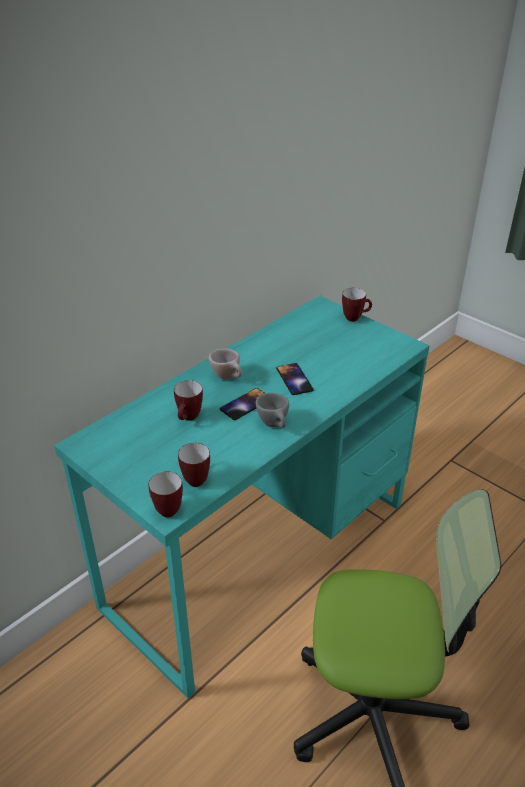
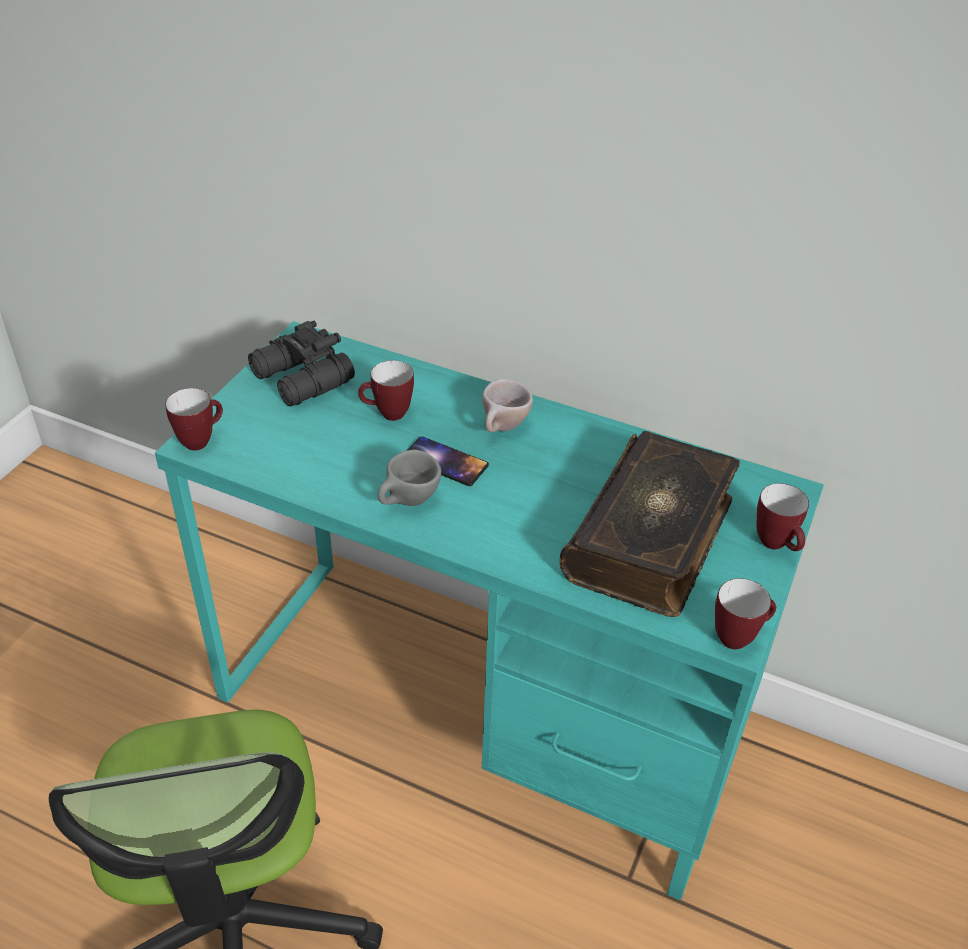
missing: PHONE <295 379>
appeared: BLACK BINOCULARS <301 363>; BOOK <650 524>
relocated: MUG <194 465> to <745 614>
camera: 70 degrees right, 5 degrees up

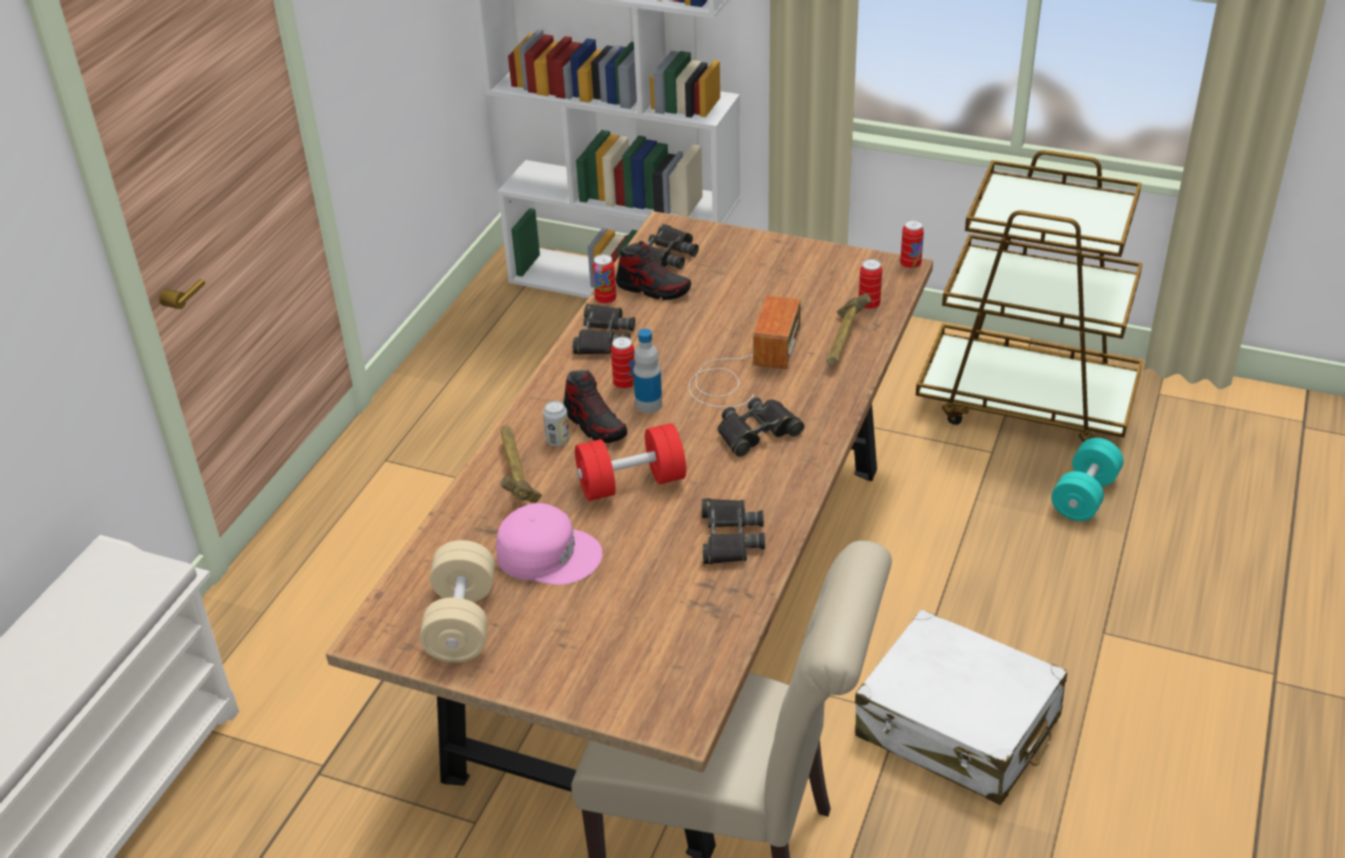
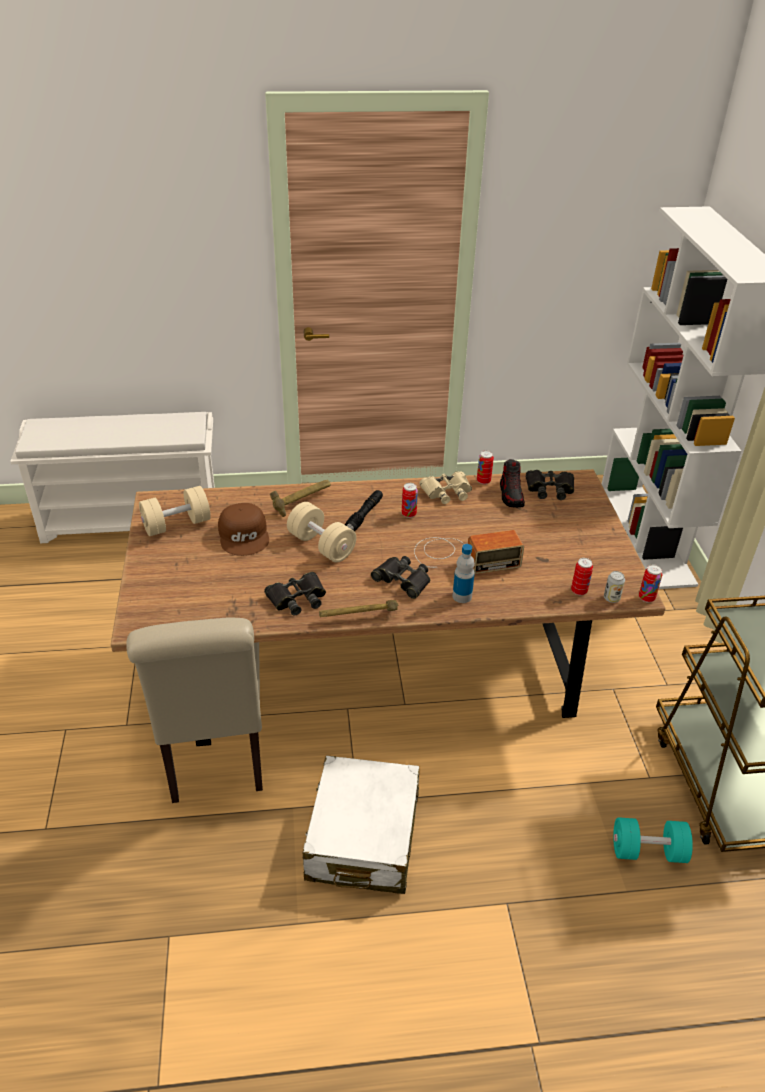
relocated: CAN <556 423> to <614 587>; BOTTLE <647 371> to <464 573>; HAMMER <848 329> to <358 608>
exchanged: SHOE <595 406> to BLACK FLASHLIGHT <364 511>
colour: PINK CAP <549 544> to BROWN CAP <243 529>; BLACK BINOCULARS <603 329> to BEIGE BINOCULARS <445 487>; RED DUMBBELL <630 462> to BEIGE DUMBBELL <321 532>
camera: 60 degrees right, 0 degrees up

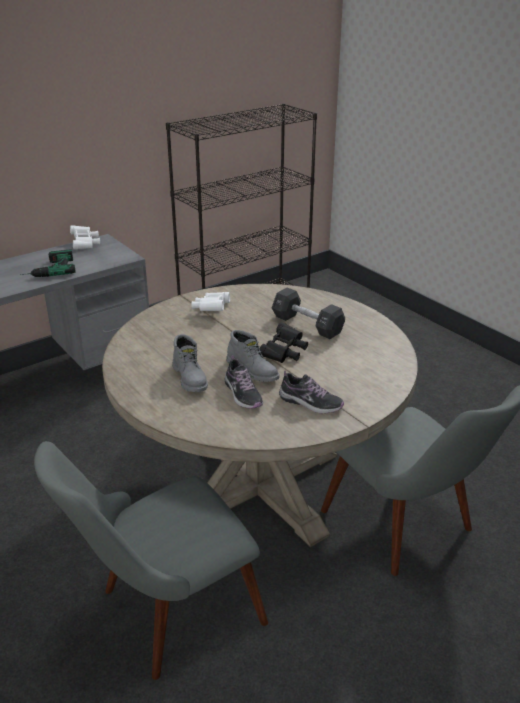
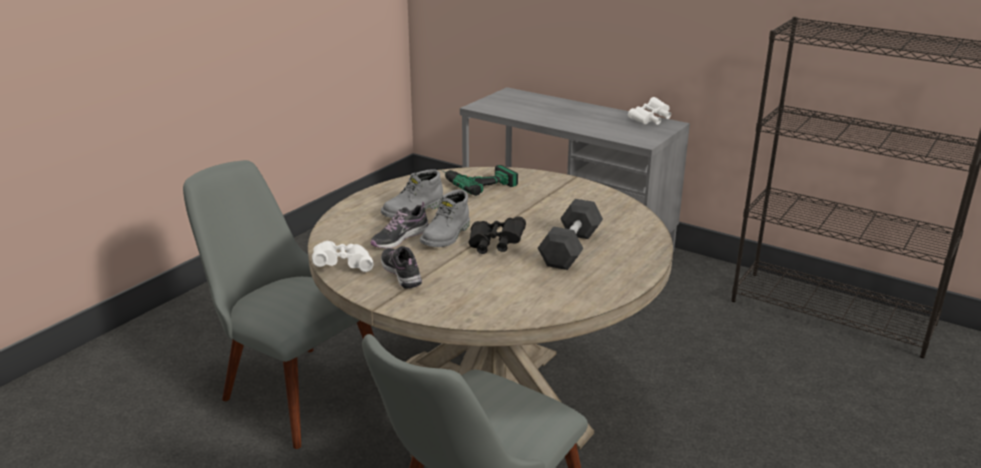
relocated: POWER DRILL <48 263> to <479 180>; WHITE BINOCULARS <210 301> to <342 256>
spun: SHOE <311 391> = <401 267> 150 degrees clockwise
camera: 70 degrees right, 5 degrees down

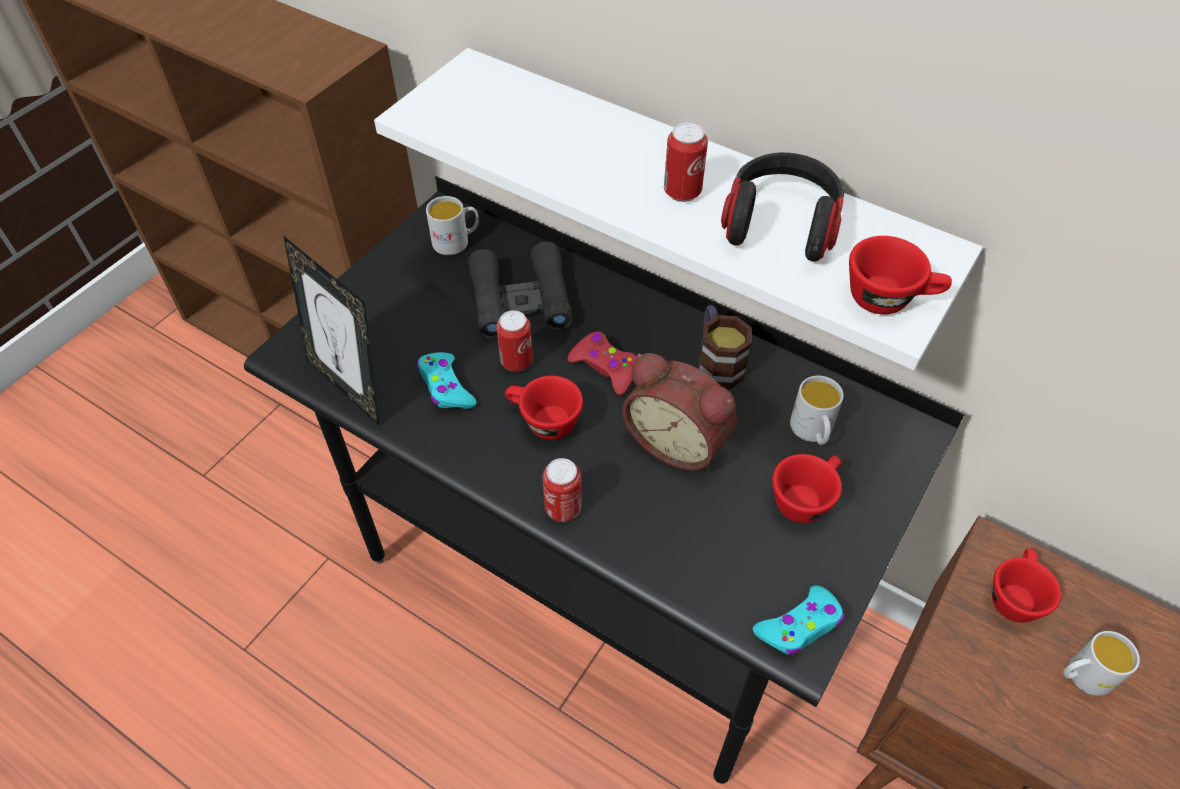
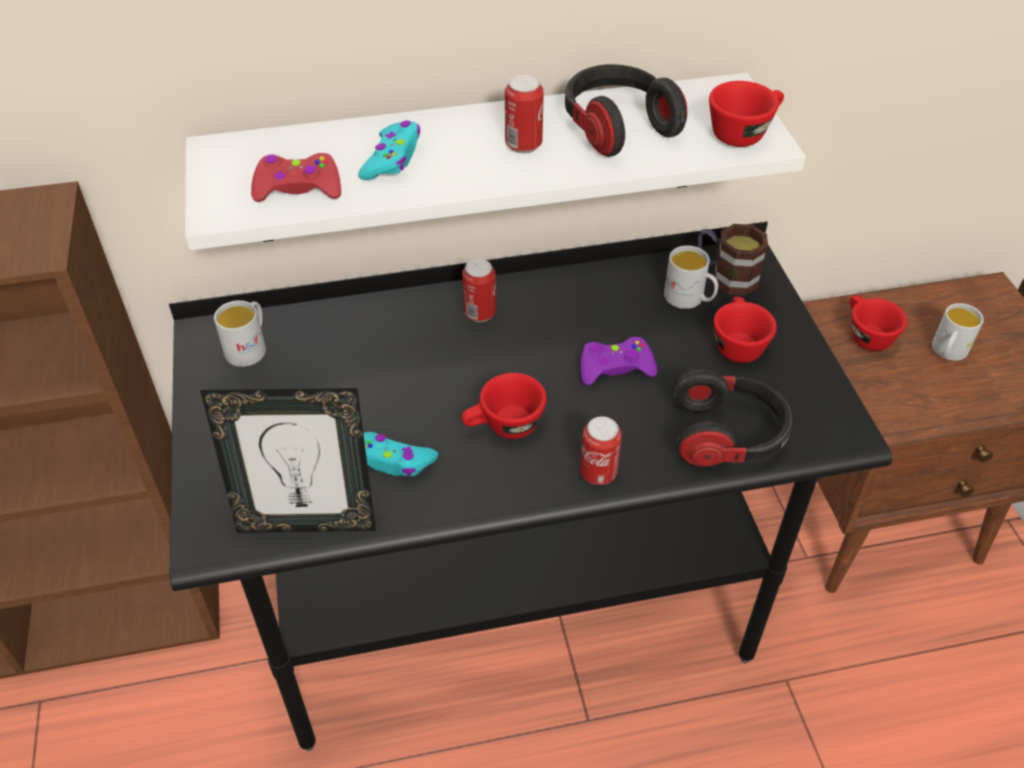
missing: BLACK BINOCULARS <520 290>
appeared: HEADPHONES <732 417>
relocated: CAN <514 340> to <479 290>; RED GAME CONTROLLER <602 364> to <296 177>; MUG <725 347> to <732 259>; TURQUOISE GAME CONTROLLER <798 620> to <389 150>
exchanged: ALARM CLOCK <679 411> to PURPLE GAME CONTROLLER <619 361>
camera: 45 degrees left, 5 degrees down

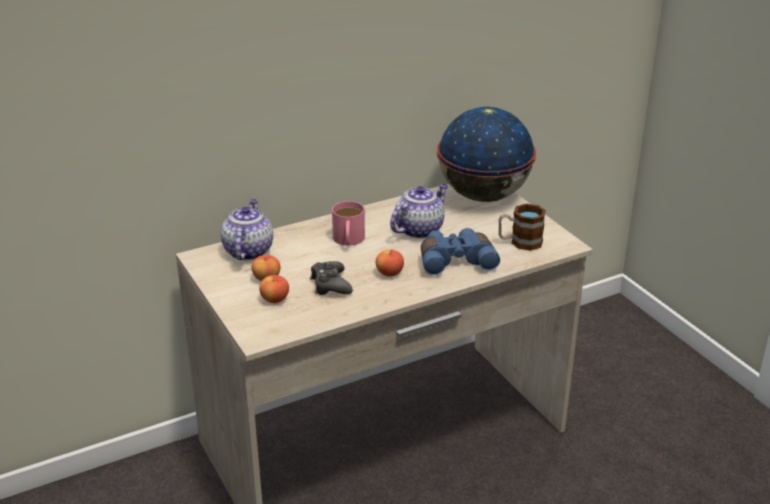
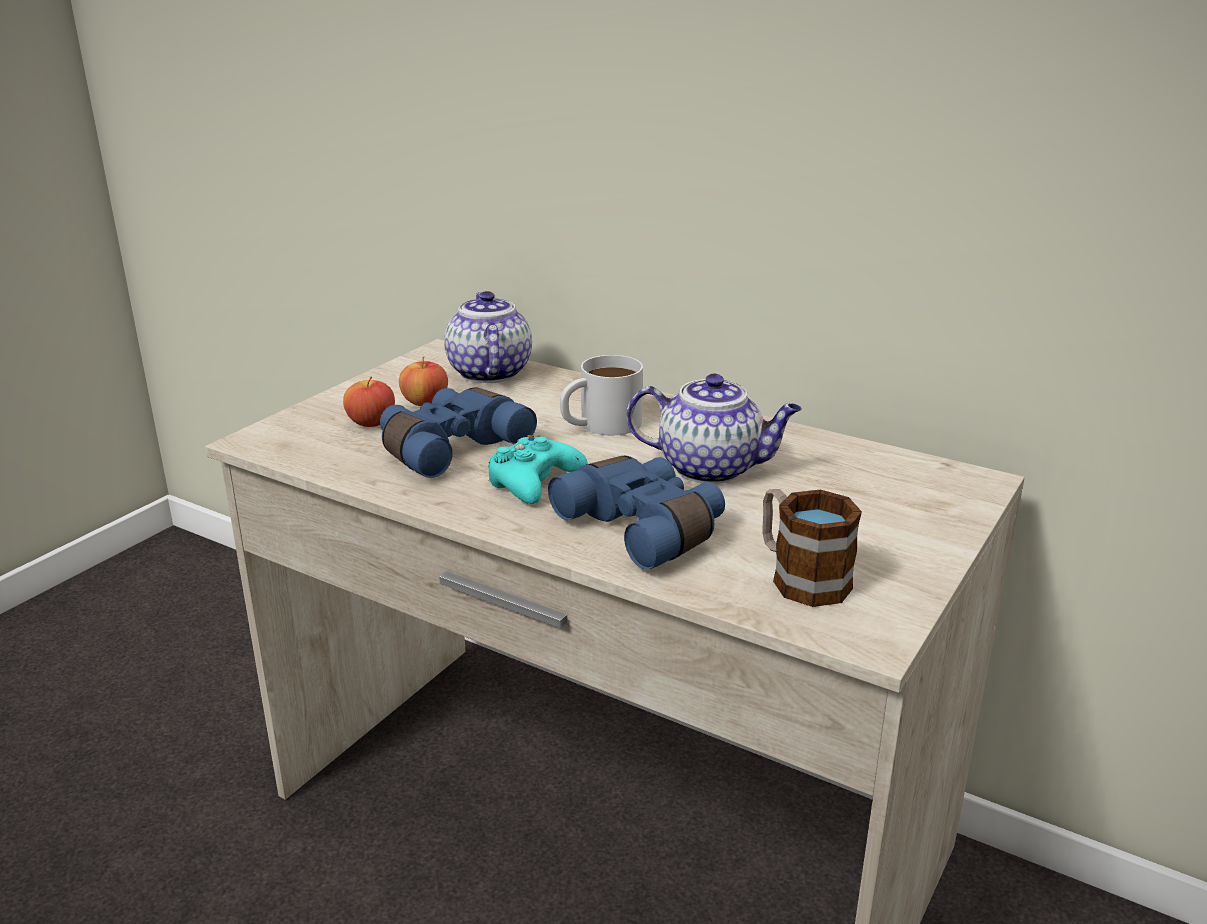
missing: GLOBE <486 154>
exchanged: BLACK GAME CONTROLLER <331 278> to BLUE BINOCULARS <458 433>; APPLE <390 263> to TURQUOISE GAME CONTROLLER <538 469>
colour: PINK MUG <348 223> to WHITE MUG <601 395>
spun: TEAPOT <247 229> = <488 337> 75 degrees counterclockwise
camera: 60 degrees right, 5 degrees down

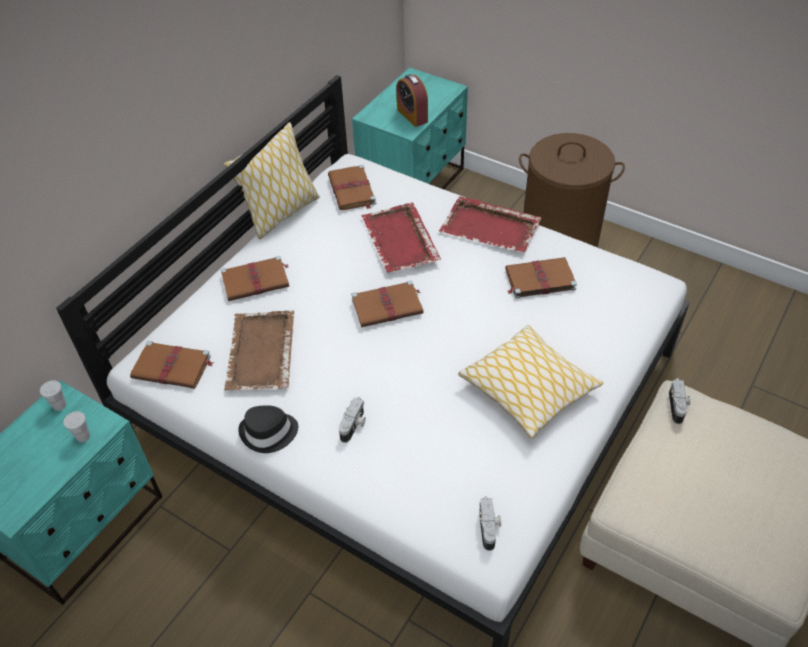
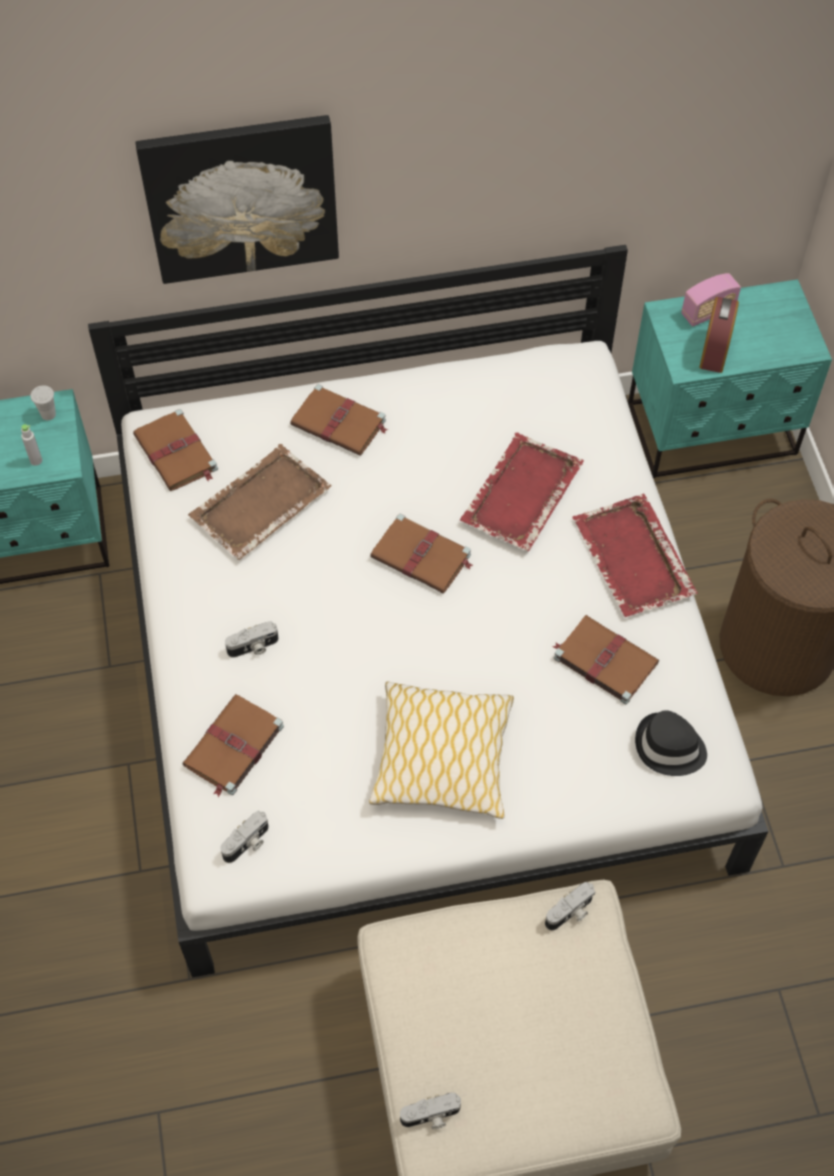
missing: PILLOW <272 180>
appeared: PICTURE <237 199>; PHOTO CAMERA <430 1111>; RADIO <711 300>
relocated: BLACK HAT <268 429> to <671 743>; BROWN BOOK <352 187> to <233 745>
exchanged: WHITE CUP <76 426> to GREY BOTTLE <31 445>
camera: 45 degrees right, 10 degrees up

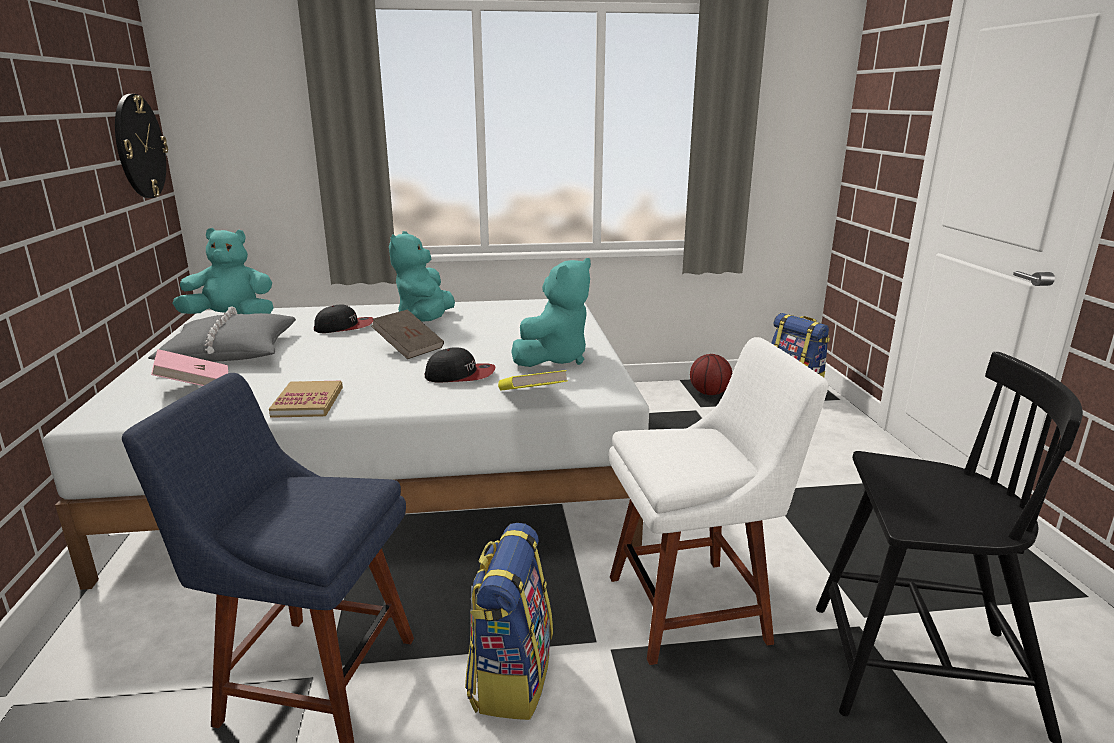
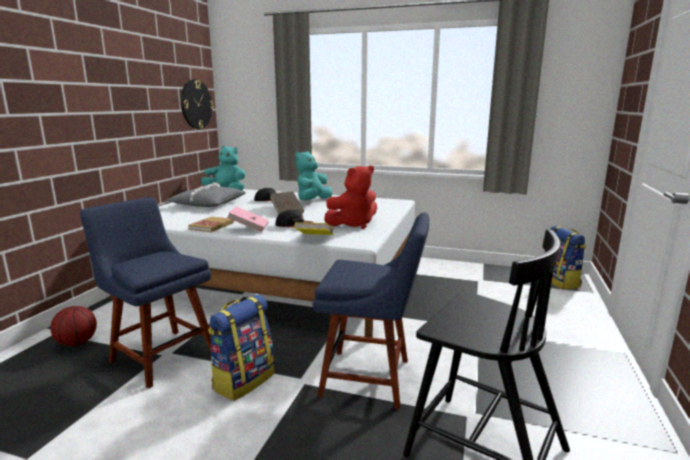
relocated: PINK BOOK <189 367> to <248 219>; BASKETBALL <711 374> to <73 326>
colour: TURQUOISE PLUSH TOY <551 312> to RED PLUSH TOY <350 197>; WHITE CHAIR <719 501> to BLUE CHAIR <371 310>
camera: 25 degrees right, 5 degrees down

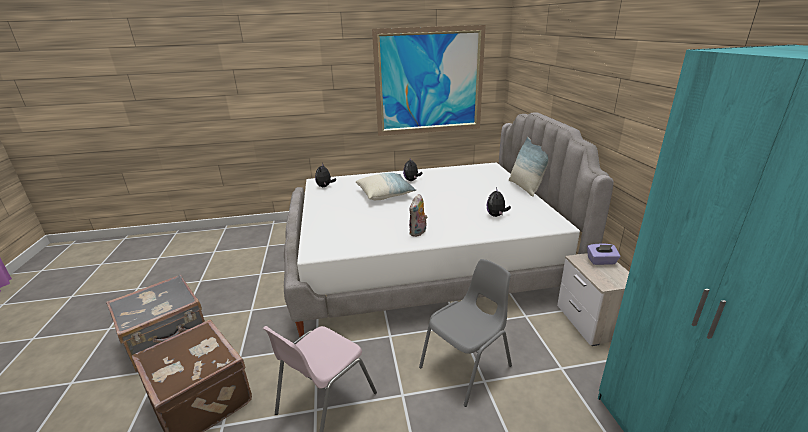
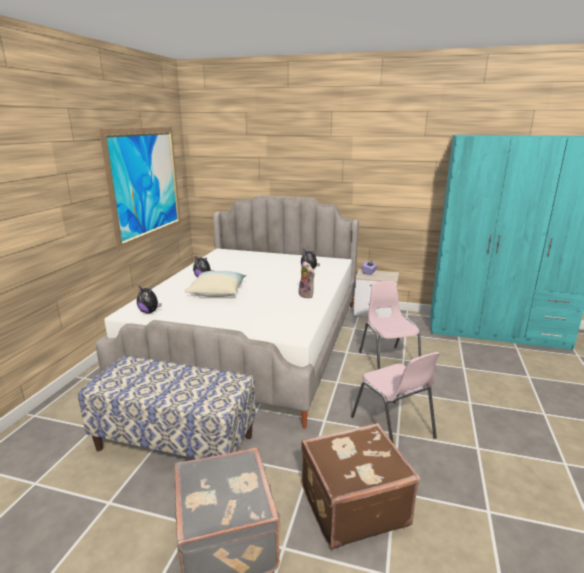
missing: PILLOW <529 167>
appeared: BENCH <167 407>
colour: GREY CHAIR <465 333> to PINK CHAIR <390 325>
camera: 65 degrees left, 5 degrees down

